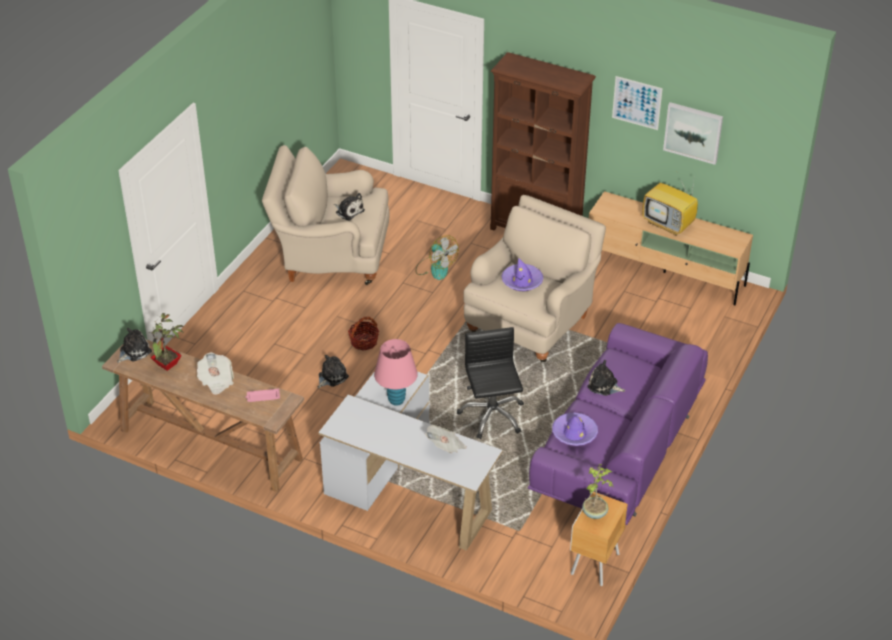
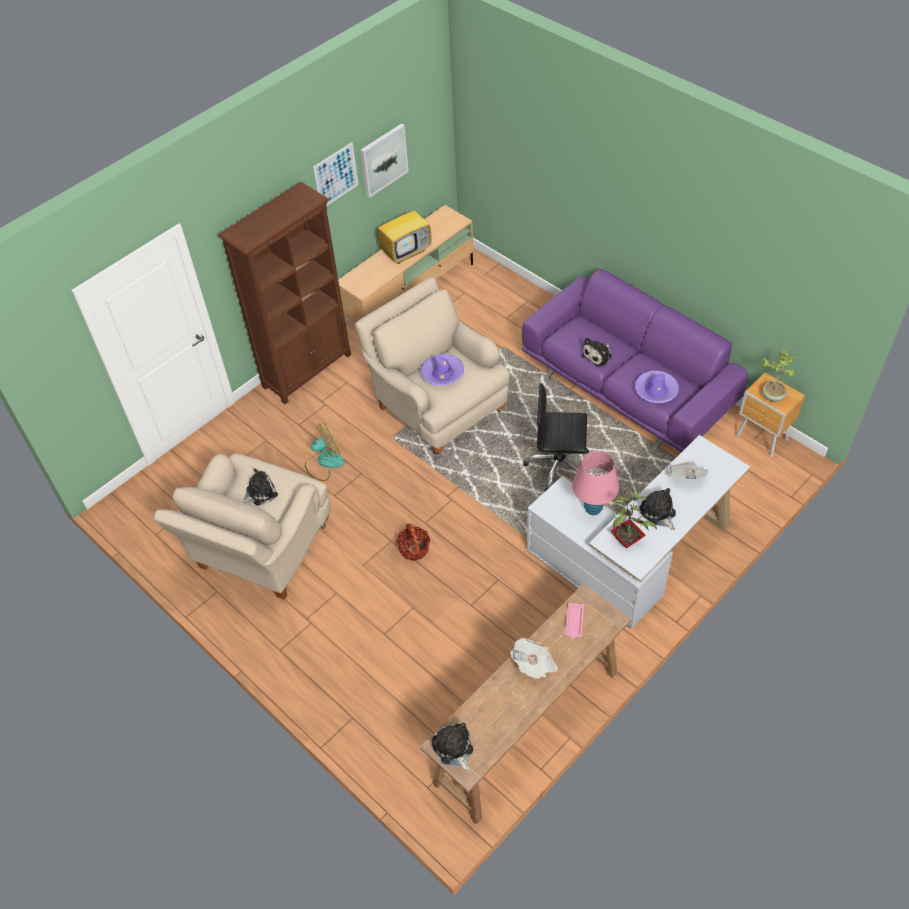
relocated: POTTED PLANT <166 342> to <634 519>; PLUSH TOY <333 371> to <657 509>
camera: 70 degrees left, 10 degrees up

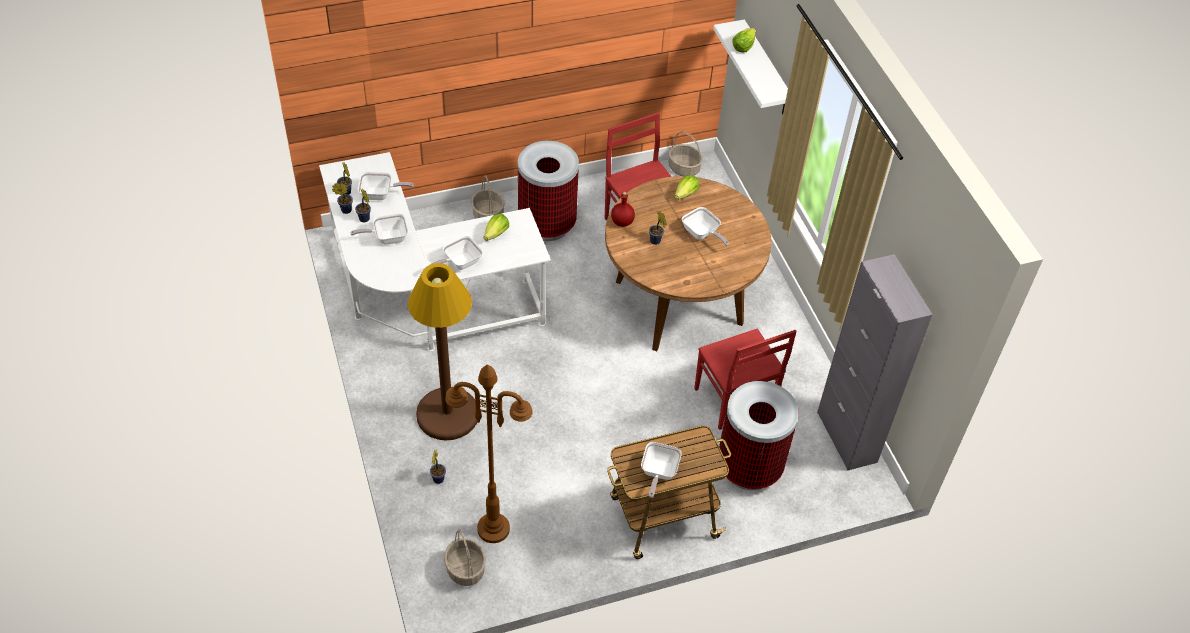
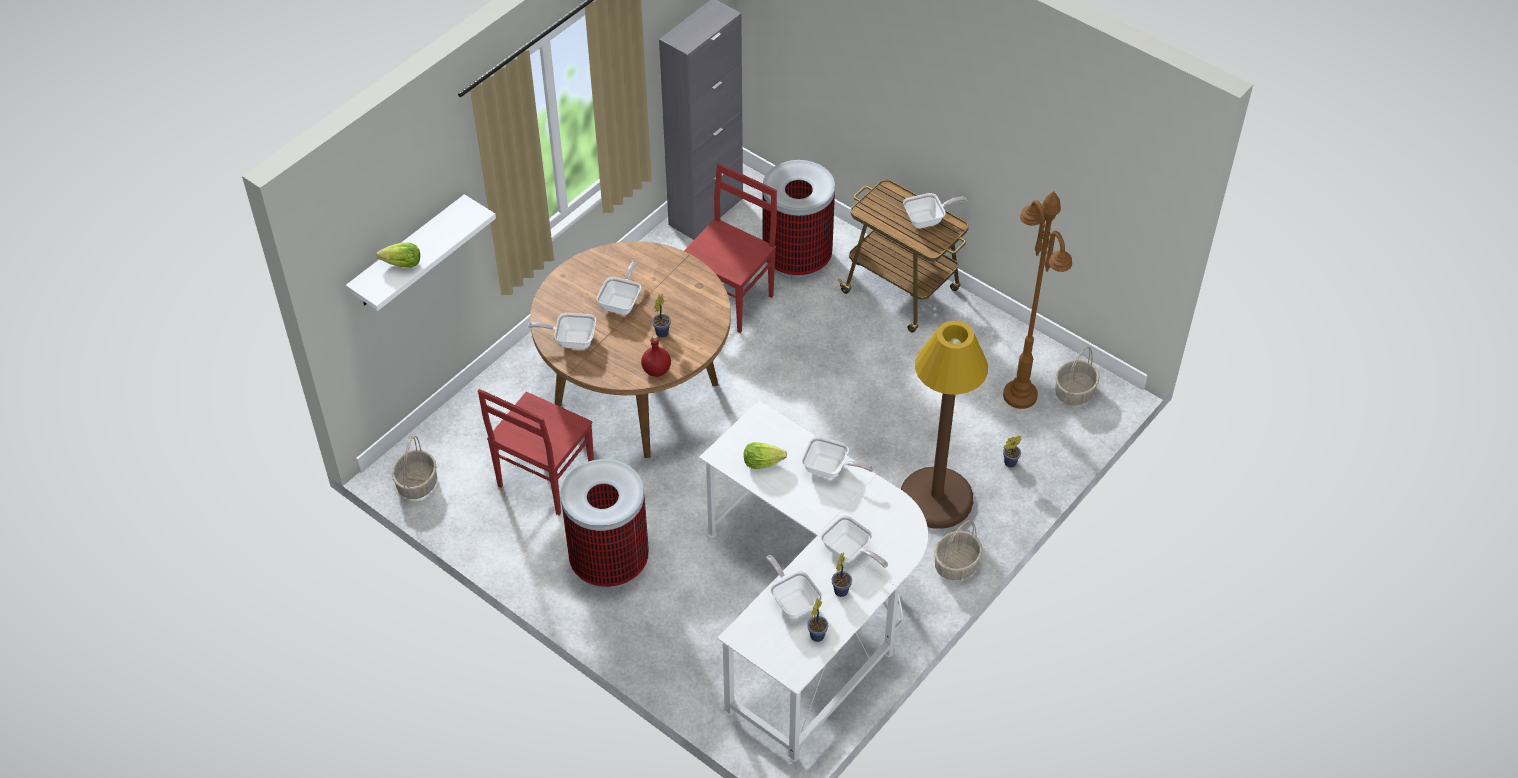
missing: POTTED PLANT <342 198>
relocated: BASKET <488 197> to <958 550>
exchanged: LETTUCE <686 187> to FRYING PAN <562 331>
camera: 120 degrees left, 0 degrees up

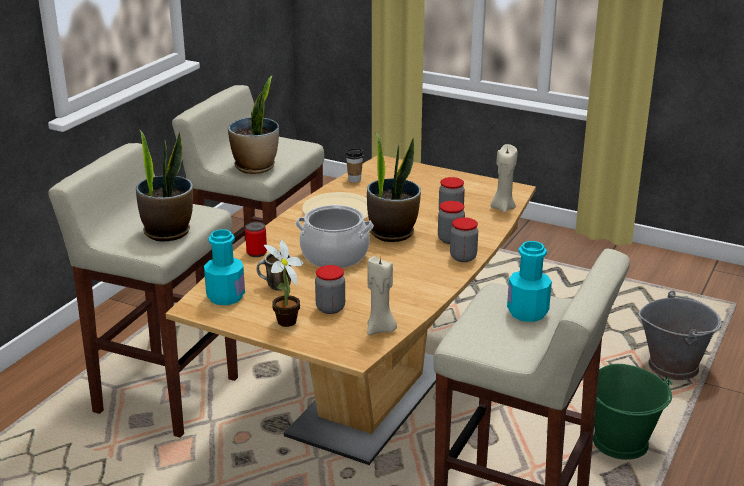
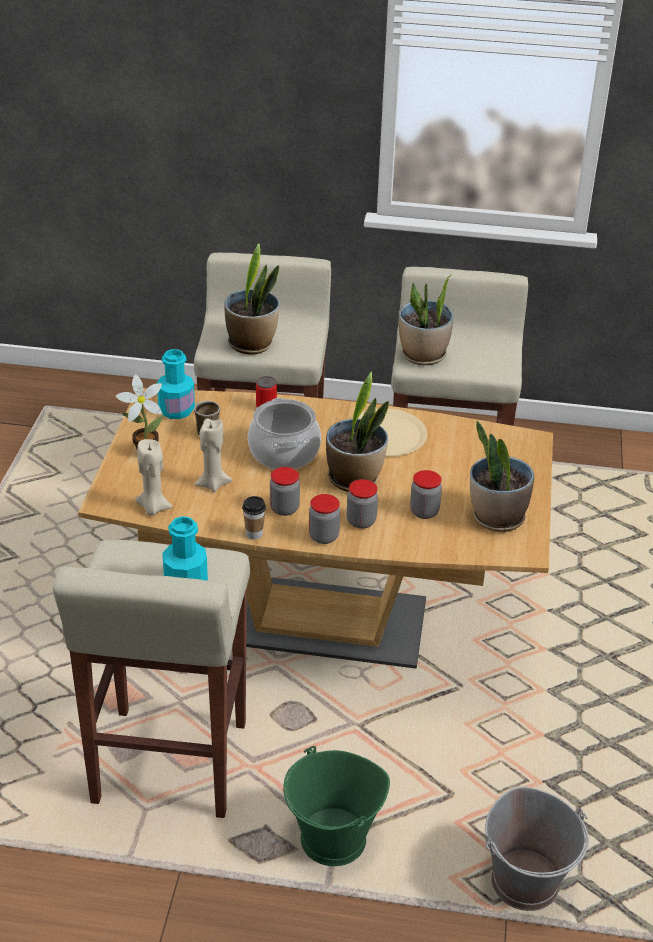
appeared: POTTED PLANT <502 476>
relocated: JAR <330 289> to <285 491>; CUP <354 166> to <254 518>; BEIGE CANDLE <504 178> to <213 455>
camera: 70 degrees right, 10 degrees up

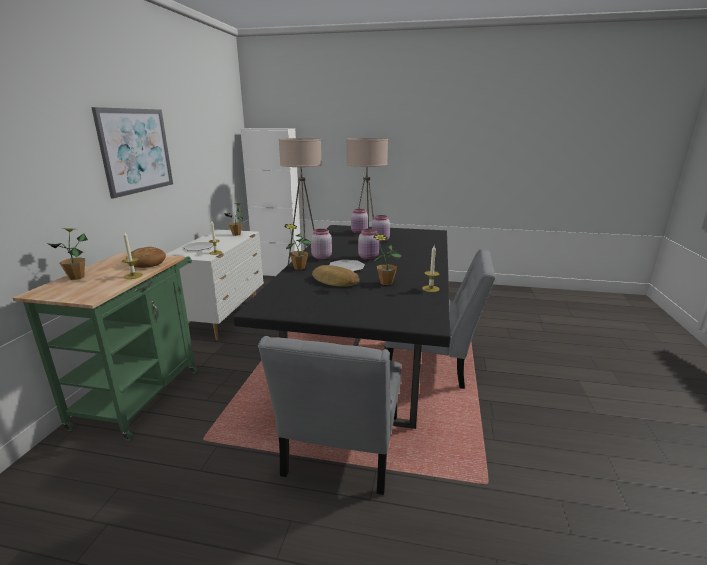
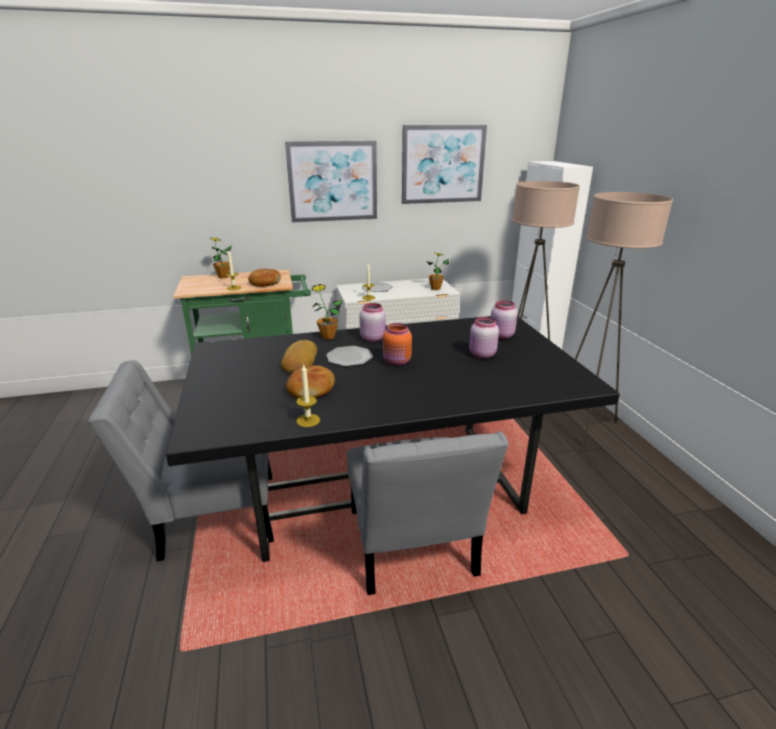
appeared: PICTURE <444 164>
exchanged: POTTED PLANT <387 259> to BREAD <310 381>
colour: PINK JAR <368 244> to ORANGE JAR <397 344>
camera: 65 degrees right, 5 degrees up

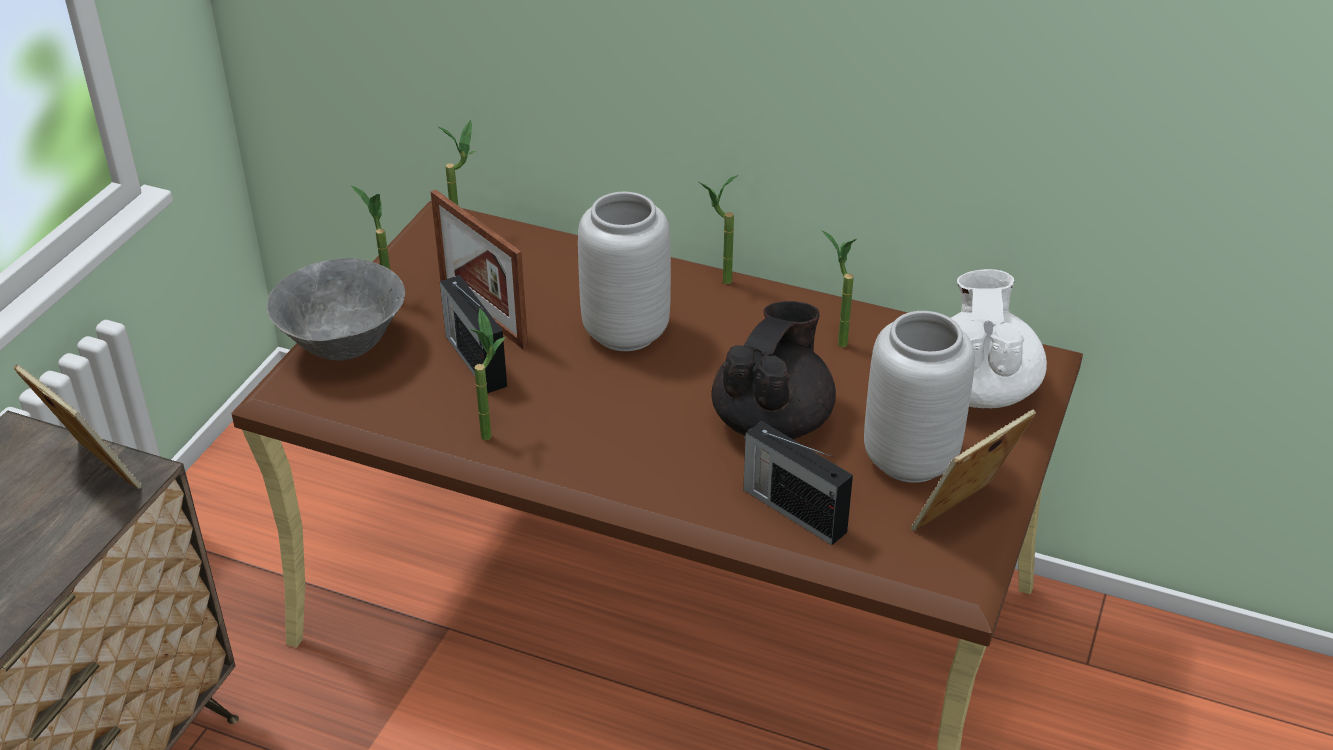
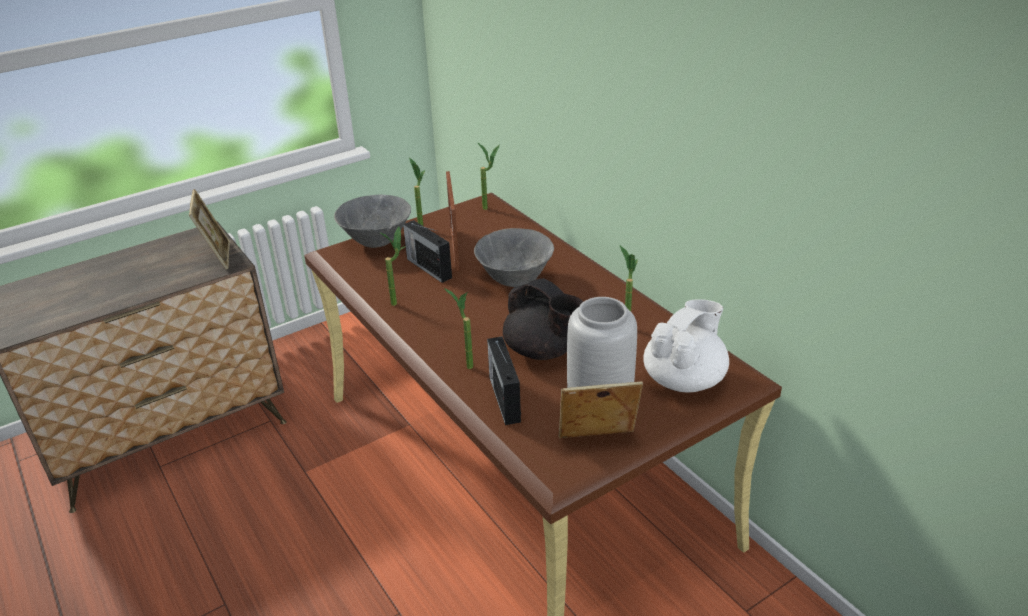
relocated: POTTED PLANT <718 229> to <458 328>
exchanged: GREY VASE <624 271> to GREY BOWL <514 257>
spun: RADIO <473 334> = <427 251> 45 degrees counterclockwise; BLACK TEAPOT <773 370> = <543 319> 75 degrees clockwise
camera: 35 degrees right, 5 degrees down

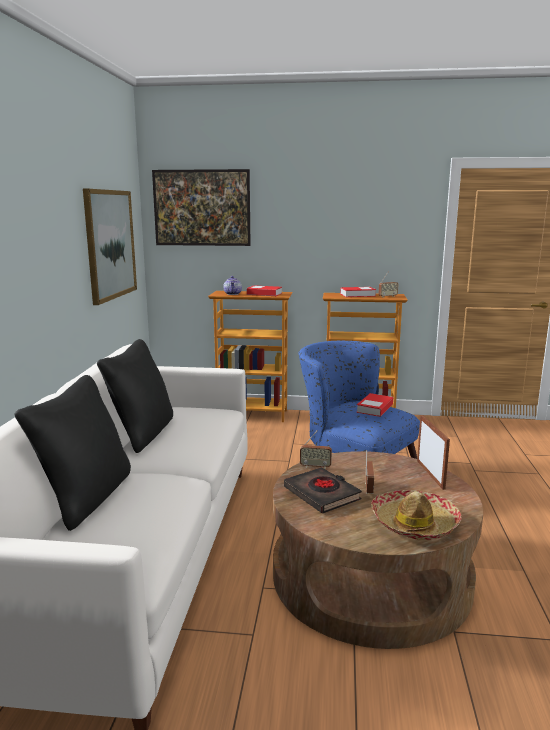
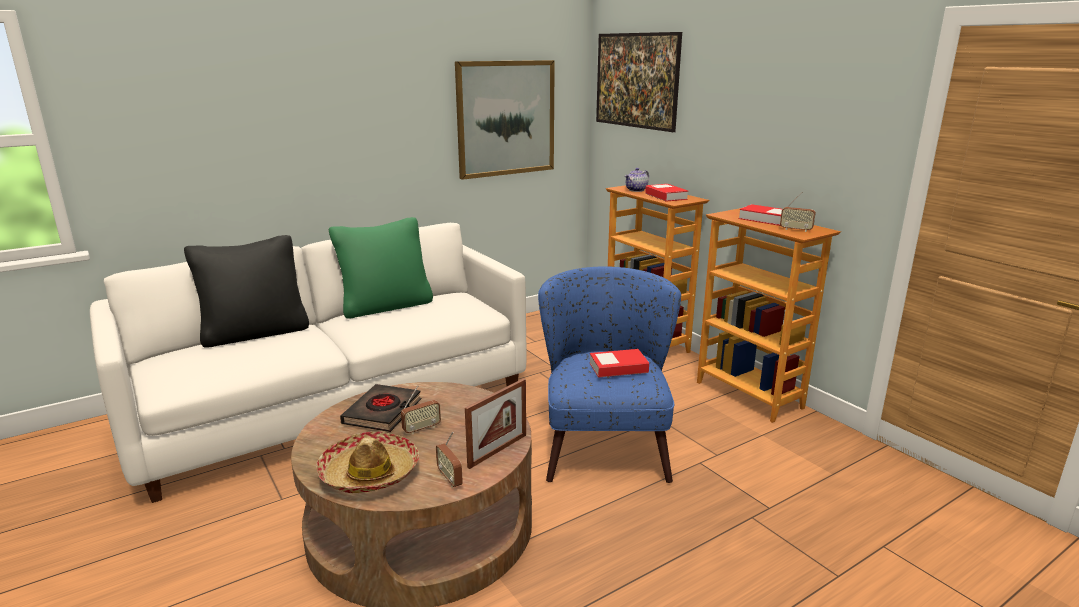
relocated: RADIO <316 449> to <449 460>
colour: BLACK PILLOW <135 396> to GREEN PILLOW <381 267>
camera: 50 degrees right, 5 degrees up

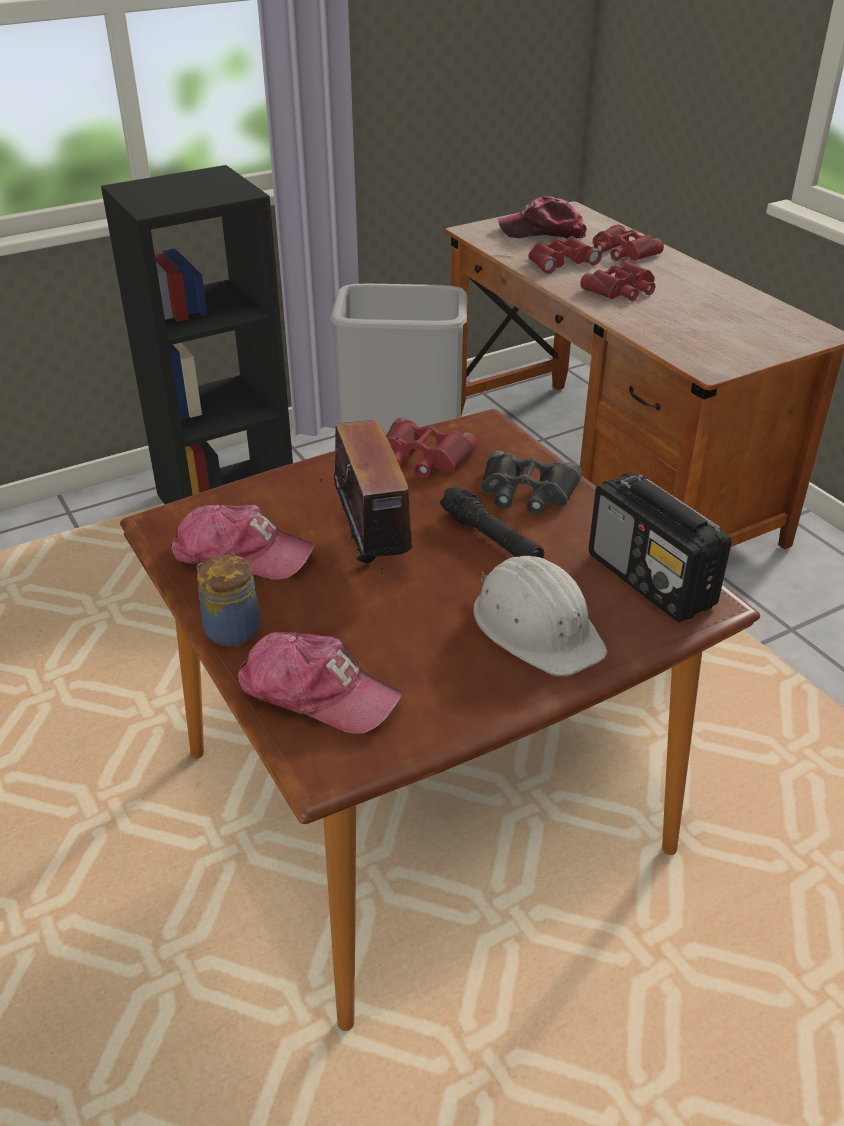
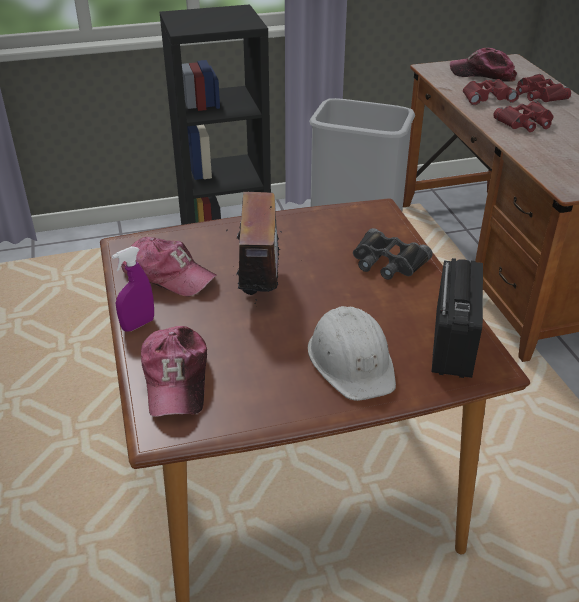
missing: RED BINOCULARS <432 448>; BLACK FLASHLIGHT <492 521>
exchanged: JAR <228 600> to PURPLE SPRAY BOTTLE <133 289>
spun: CAP <320 683> = <174 371> 45 degrees clockwise; RADIO <660 547> = <457 318> 150 degrees counterclockwise
camera: 15 degrees right, 0 degrees up

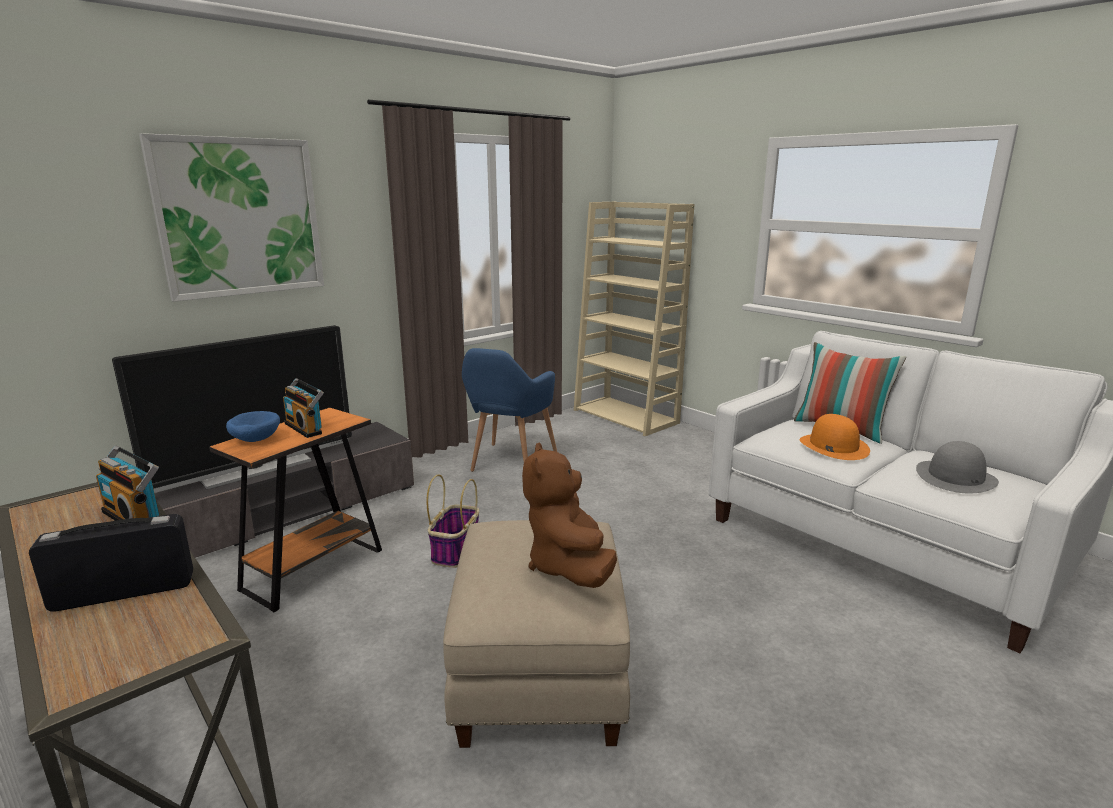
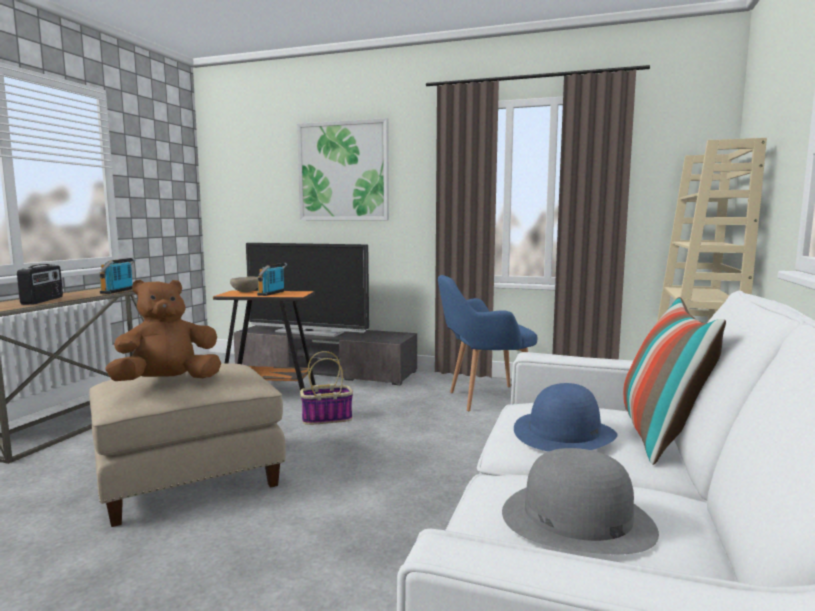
colour: BLUE BOWL <253 426> to BEIGE BOWL <244 284>; ORANGE HAT <834 437> to BLUE HAT <565 417>
spun: RADIO <111 563> = <40 284> 45 degrees clockwise
camera: 60 degrees right, 10 degrees down

